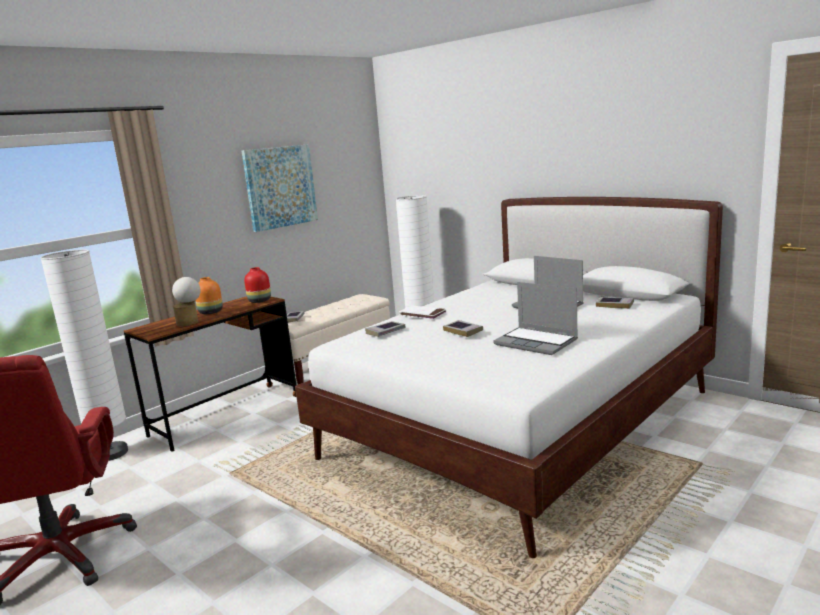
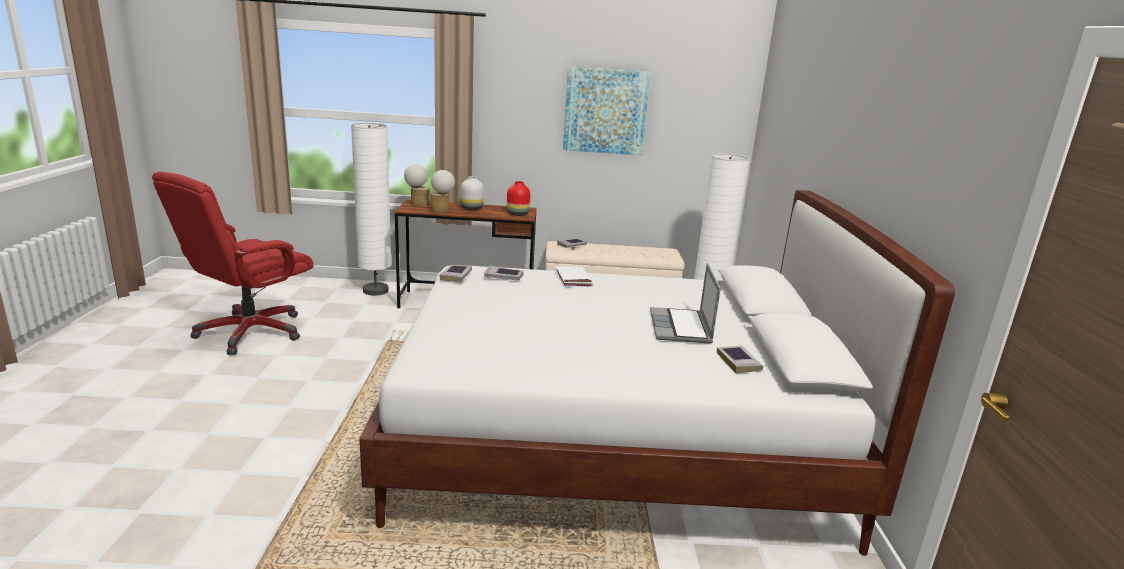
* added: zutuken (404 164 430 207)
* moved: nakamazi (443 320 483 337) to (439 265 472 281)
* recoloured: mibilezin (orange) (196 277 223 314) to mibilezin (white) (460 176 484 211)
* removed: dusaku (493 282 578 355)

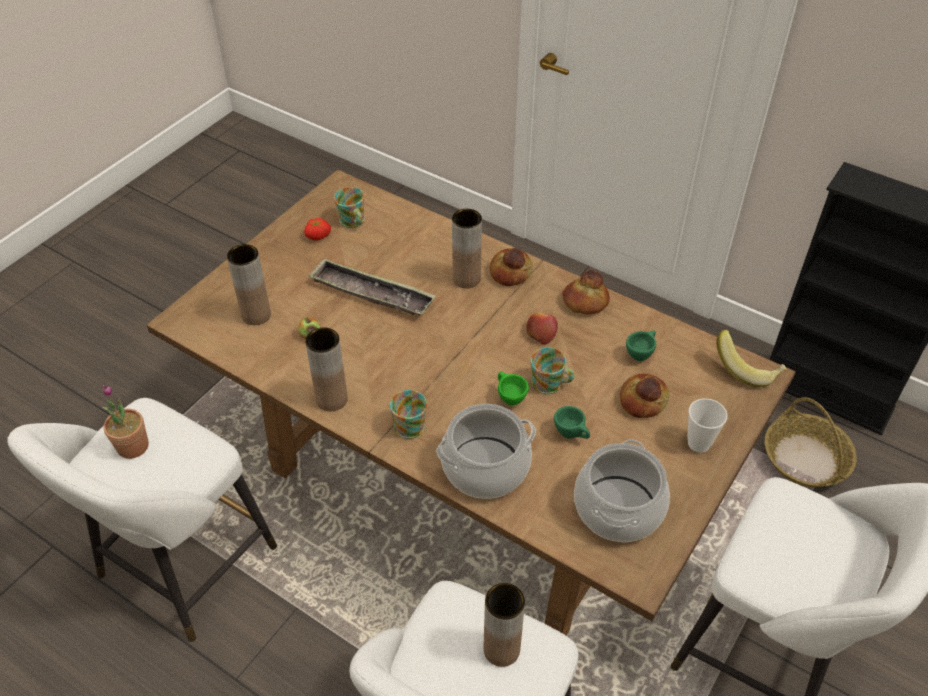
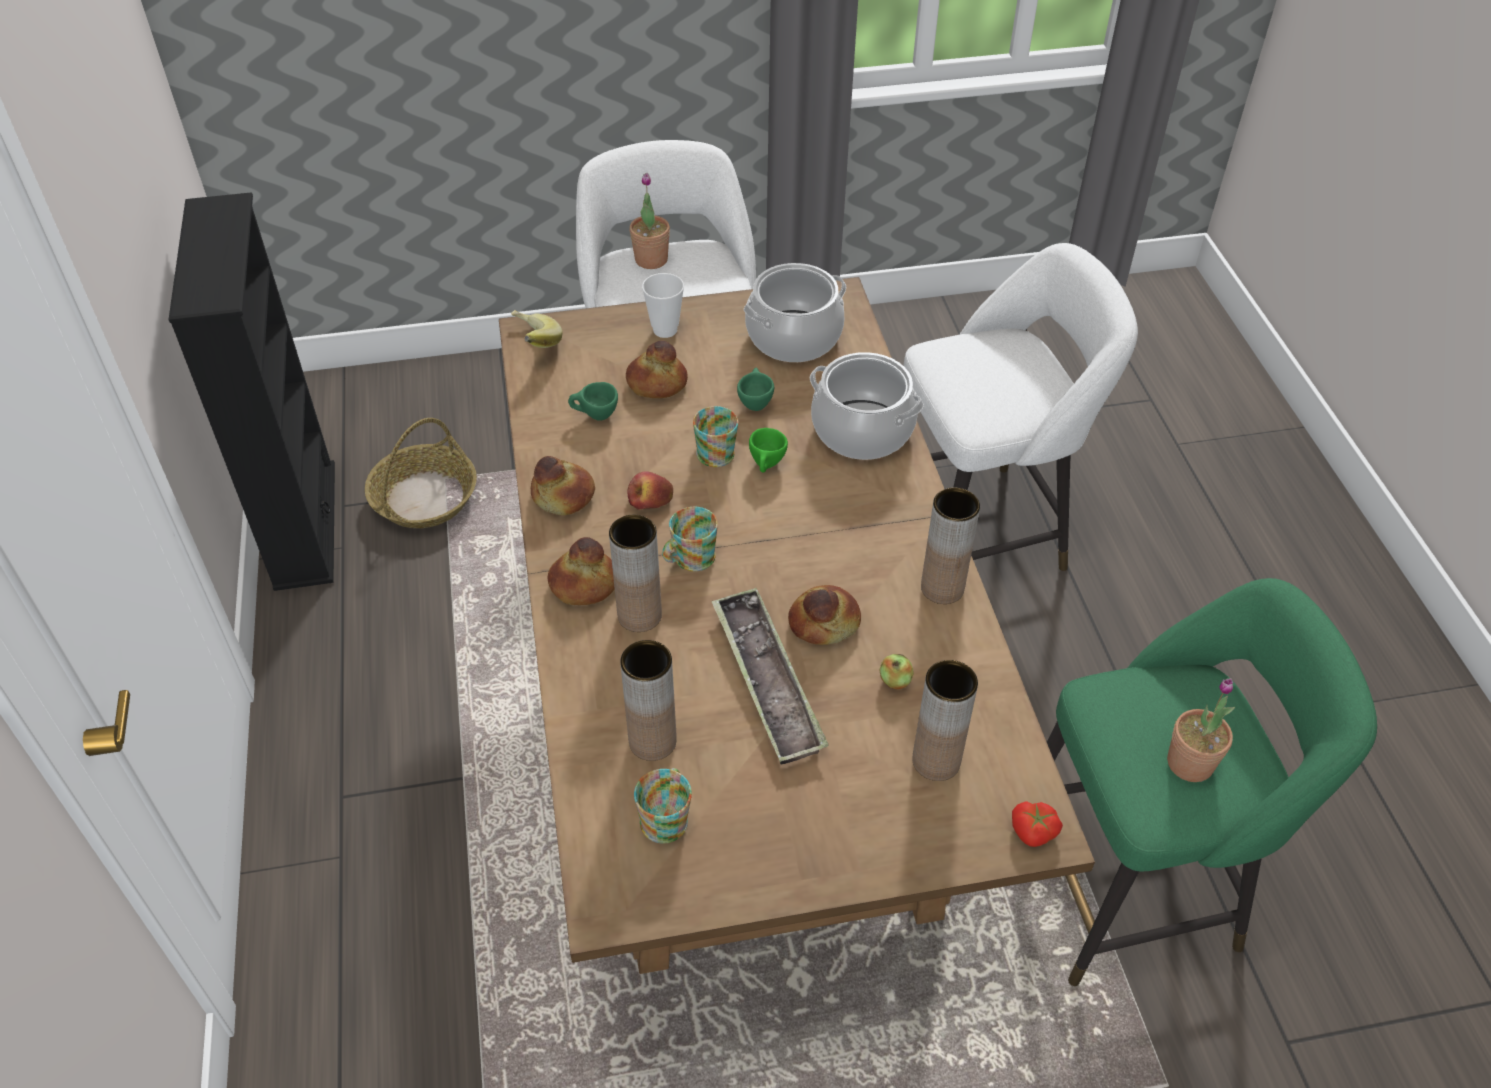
* moved: mibilezin (brown) (483 583 525 667) to (620 640 677 761)
* added: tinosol (629 173 670 269)
* moved: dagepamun (390 390 427 439) to (662 507 718 572)
* added: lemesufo (788 585 861 645)
* moved: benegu (304 218 331 241) to (1012 801 1063 847)
* recoloured: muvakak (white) (7 398 277 642) to muvakak (green) (1047 578 1377 986)

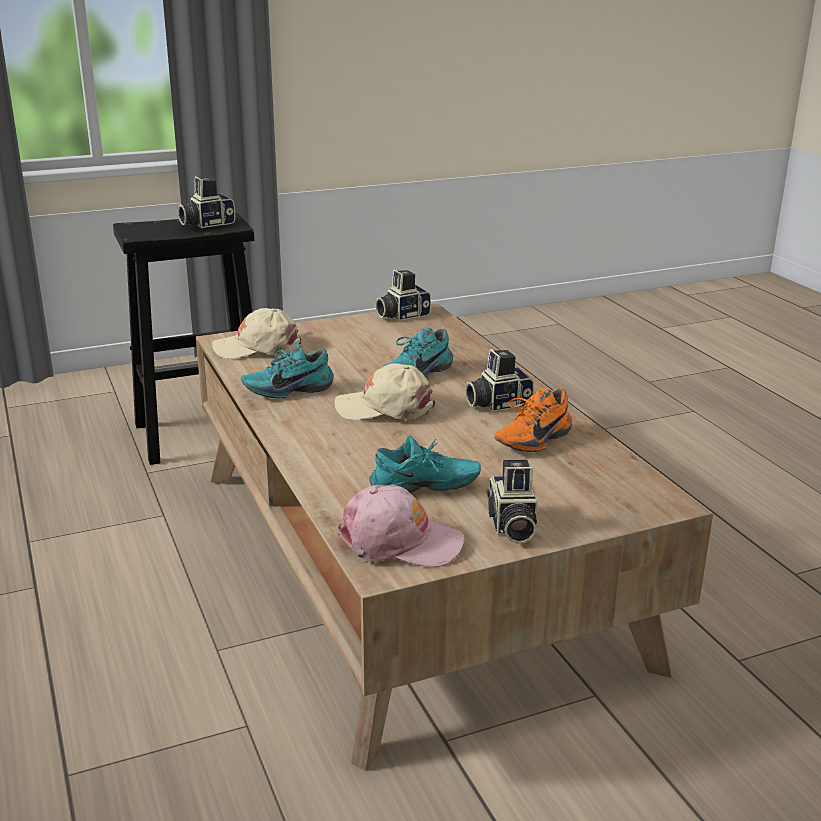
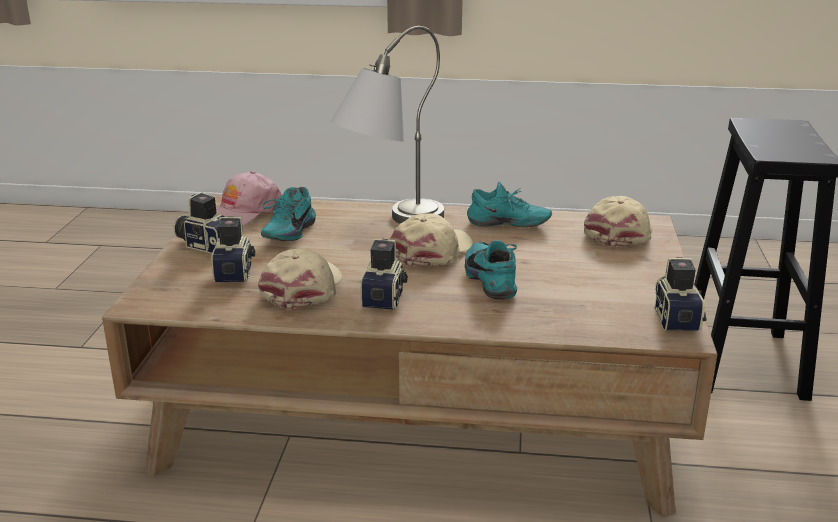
* moved: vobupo (178 176 235 228) to (211 216 255 283)
* replaced: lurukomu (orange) (495 388 572 452) to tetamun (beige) (258 248 342 309)
* added: zutuken (grey) (330 26 444 224)
* turned: lurukomu (turquoise) (241 344 334 399) = (467 182 552 227) 90 degrees clockwise

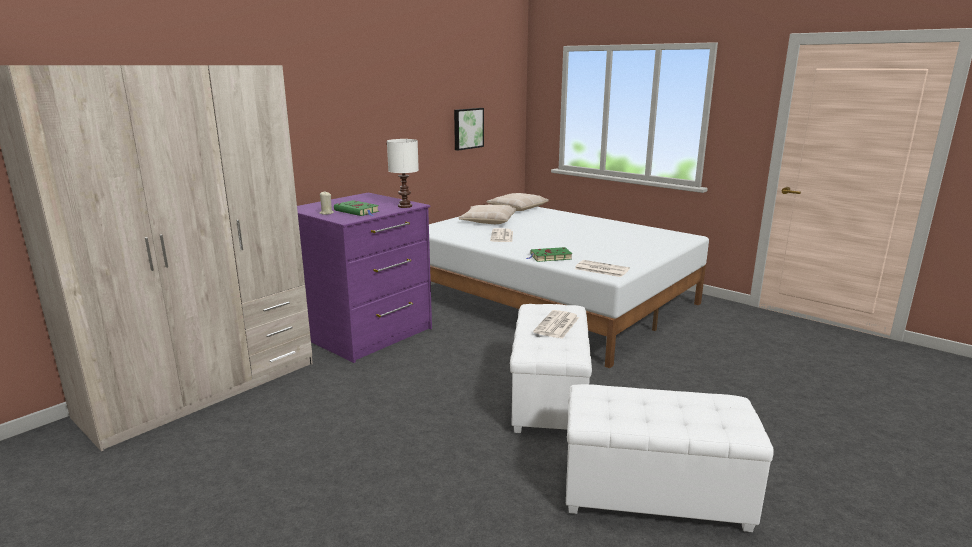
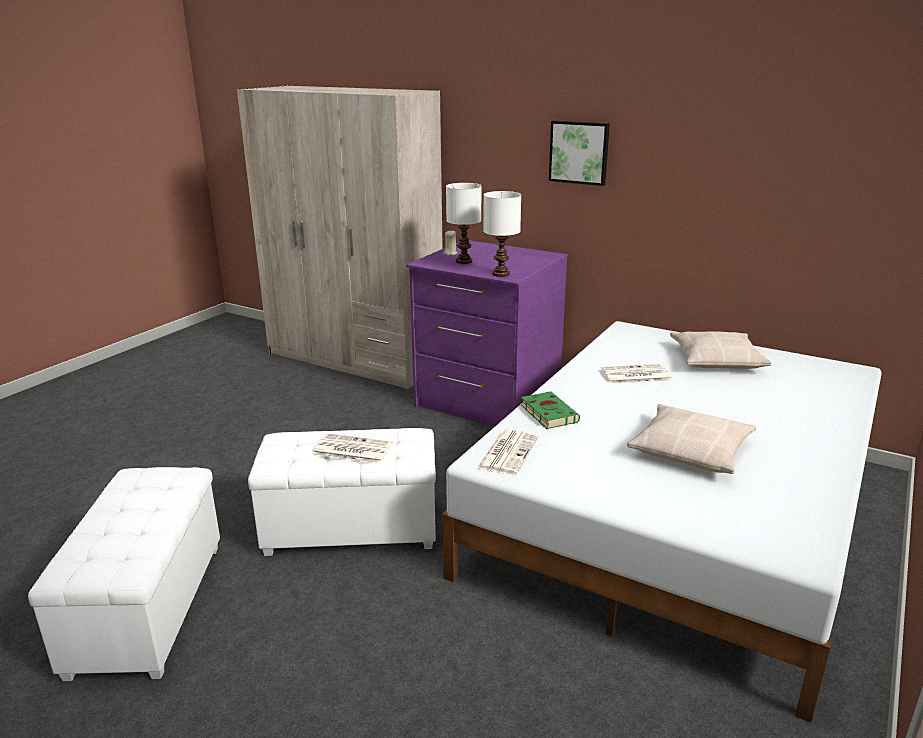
* replaced: nakamazi (green) (334 200 379 216) to zutuken (white) (446 183 481 264)
* moved: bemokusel (454 108 484 151) to (549 121 610 186)
* moved: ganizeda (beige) (487 193 549 211) to (627 404 756 474)

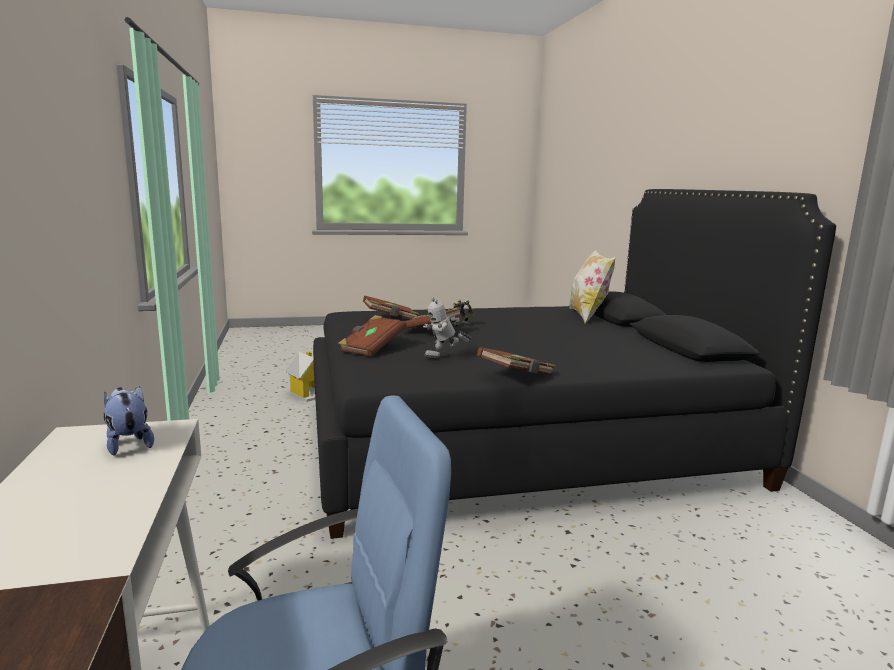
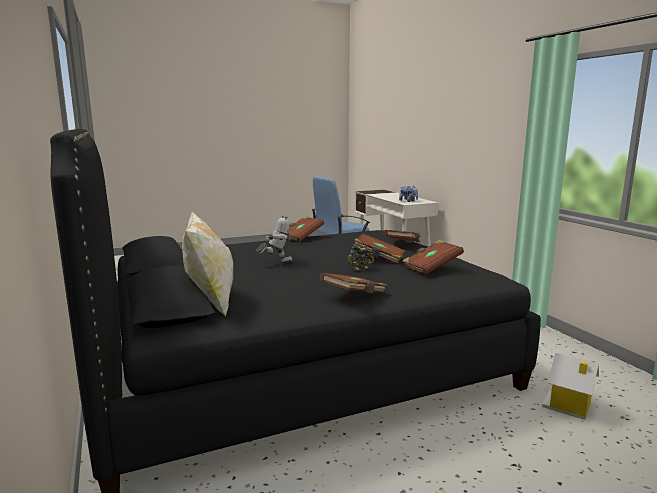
* moved: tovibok (423 298 471 359) to (256 215 293 264)
* added: nakamazi (brown) (319 273 388 294)

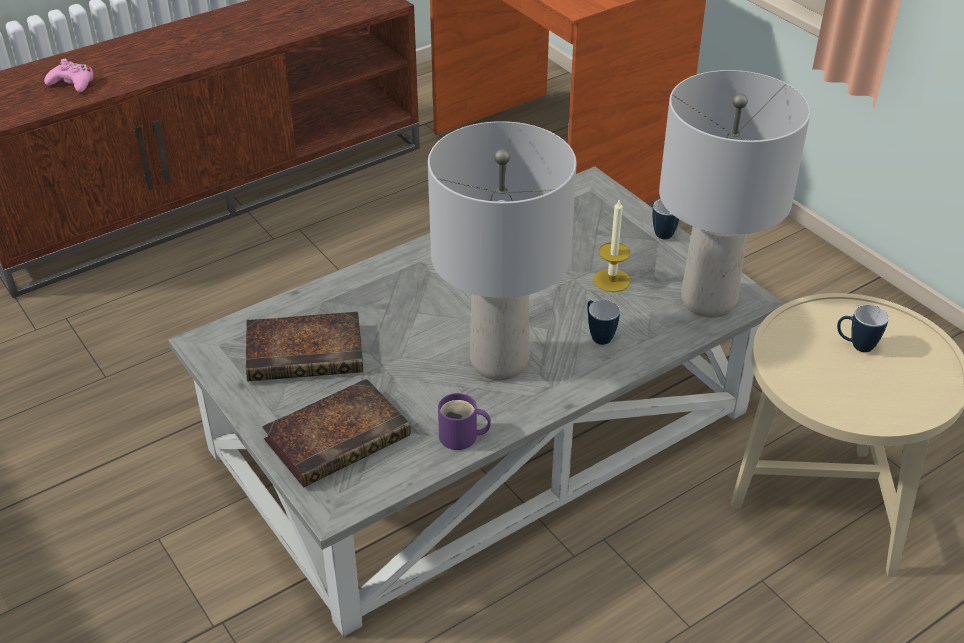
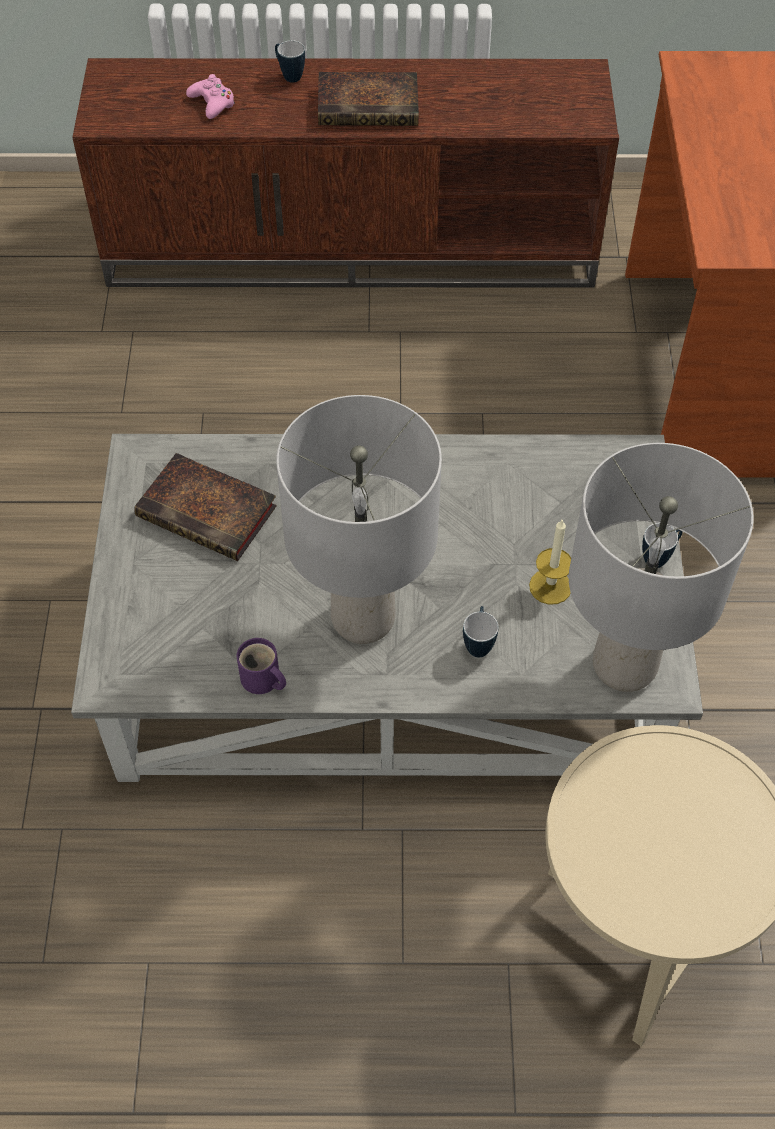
* moved: dagepamun (837 304 889 352) to (275 40 305 83)
* moved: nakamazi (262 379 411 487) to (318 72 419 126)

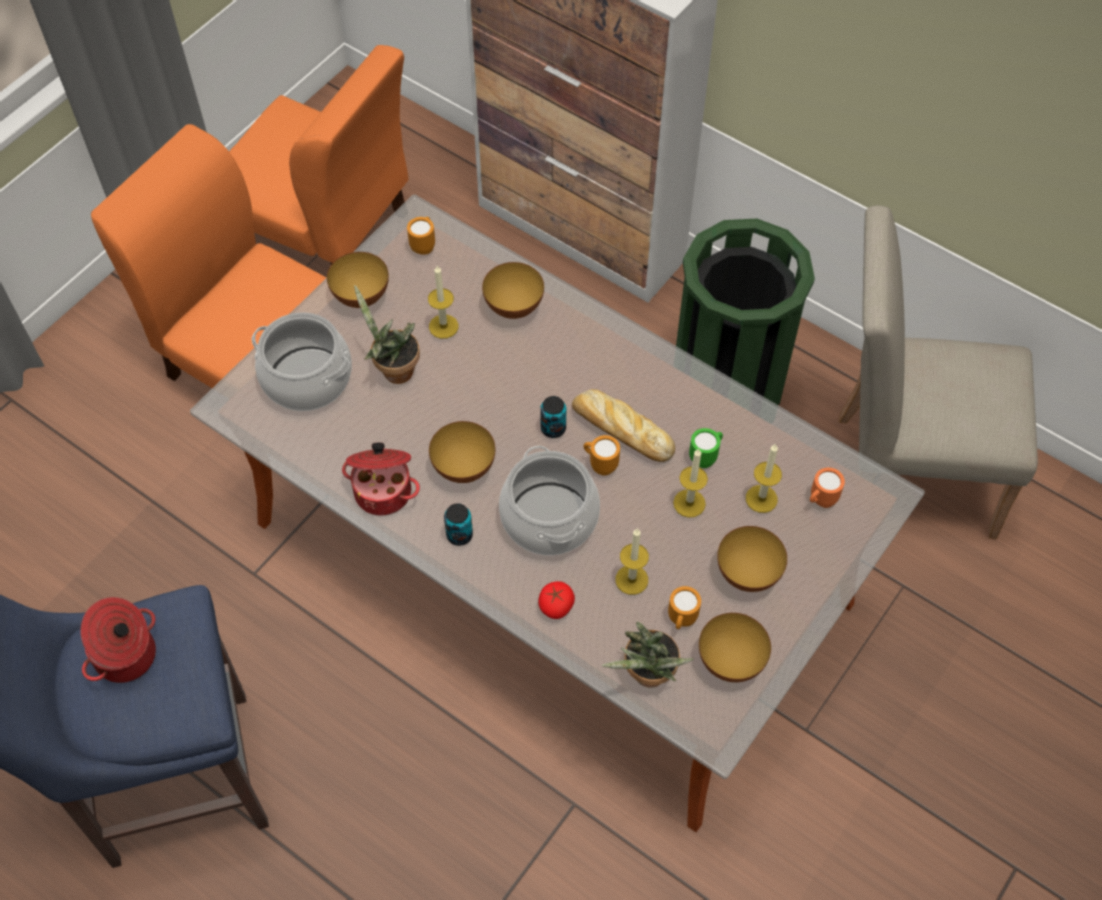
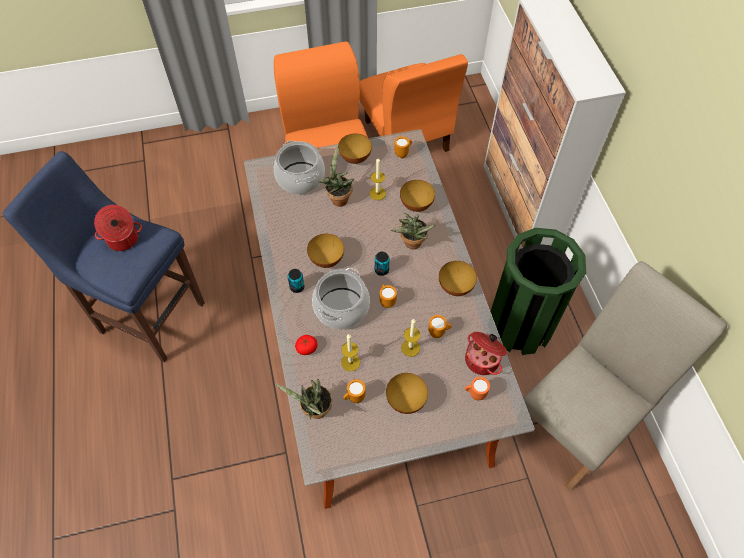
* added: tinosol (391 213 436 249)
* recoloured: dagepamun (green) (689 428 723 468) to dagepamun (orange) (428 315 452 338)
* moved: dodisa (699 613 771 682) to (439 261 477 296)
* moved: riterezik (342 442 420 515) to (465 332 507 375)
* turned: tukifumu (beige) (839 205 1038 539) = (513 261 727 490) 90 degrees clockwise
* removed: lemesufo (572 389 675 462)
* removed: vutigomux (746 444 782 513)

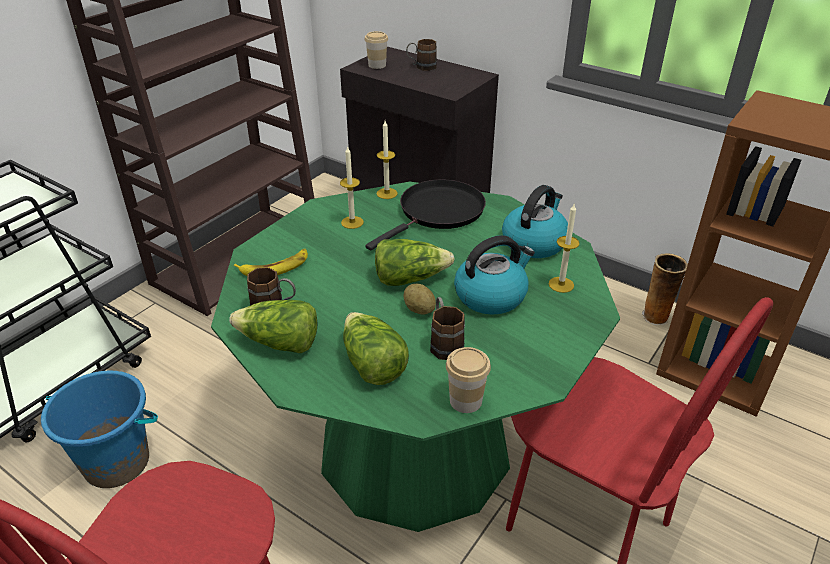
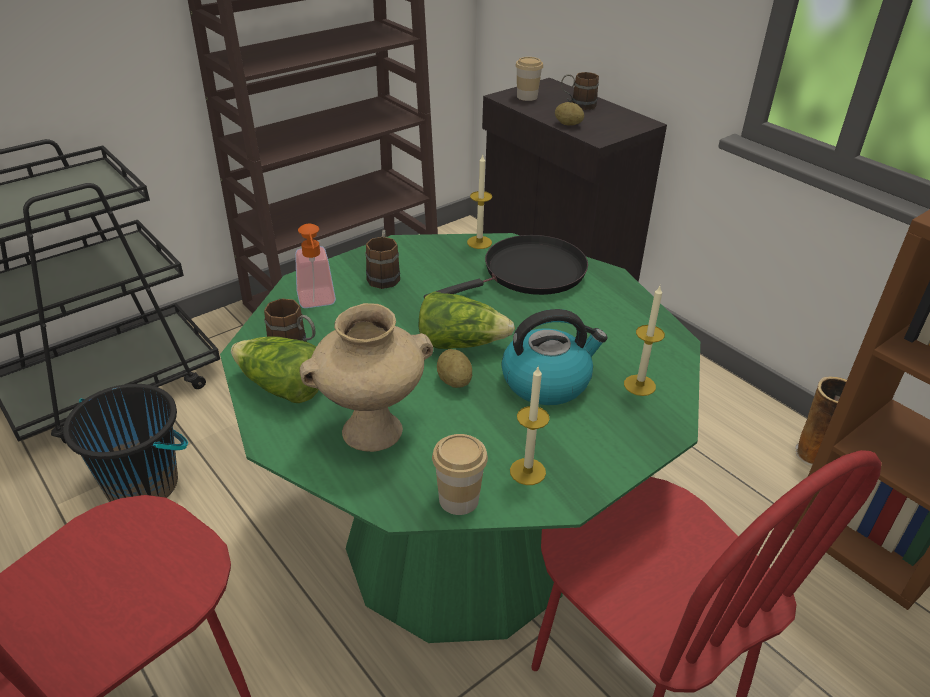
* recoloured: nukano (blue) (41 371 158 488) to nukano (black) (63 384 188 502)
* replaced: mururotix (234 249 308 276) to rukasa (295 224 336 308)
* replaced: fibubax (343 312 409 385) to mibilezin (beige) (300 303 433 452)
* moved: dagepamun (brown) (430 297 465 360) to (365 230 400 289)
* moved: vutigomux (340 146 364 229) to (510 365 550 485)
* added: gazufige (555 102 584 125)
* removed: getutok (502 185 568 258)

